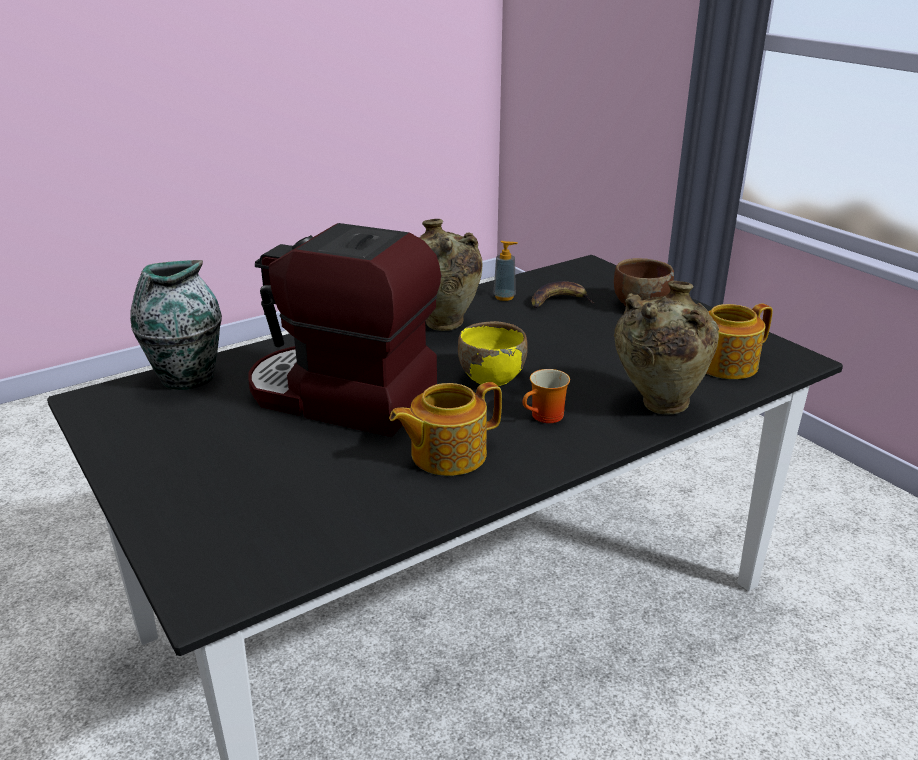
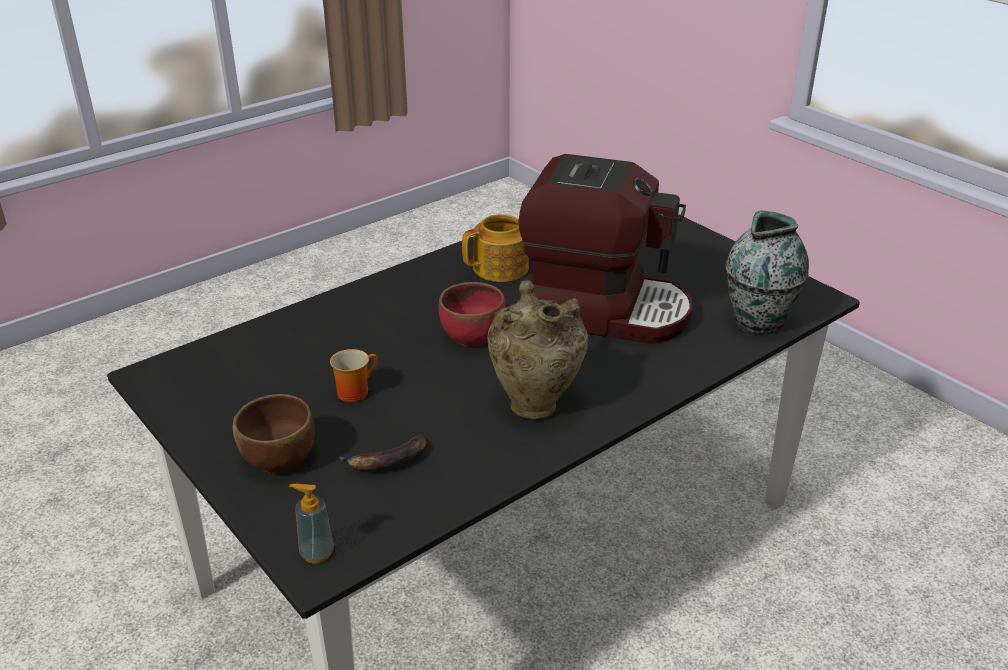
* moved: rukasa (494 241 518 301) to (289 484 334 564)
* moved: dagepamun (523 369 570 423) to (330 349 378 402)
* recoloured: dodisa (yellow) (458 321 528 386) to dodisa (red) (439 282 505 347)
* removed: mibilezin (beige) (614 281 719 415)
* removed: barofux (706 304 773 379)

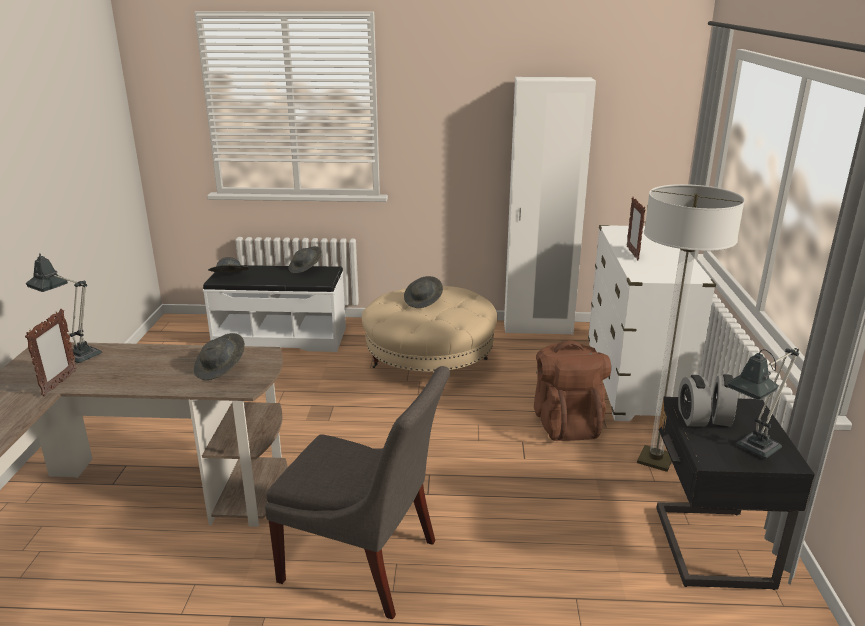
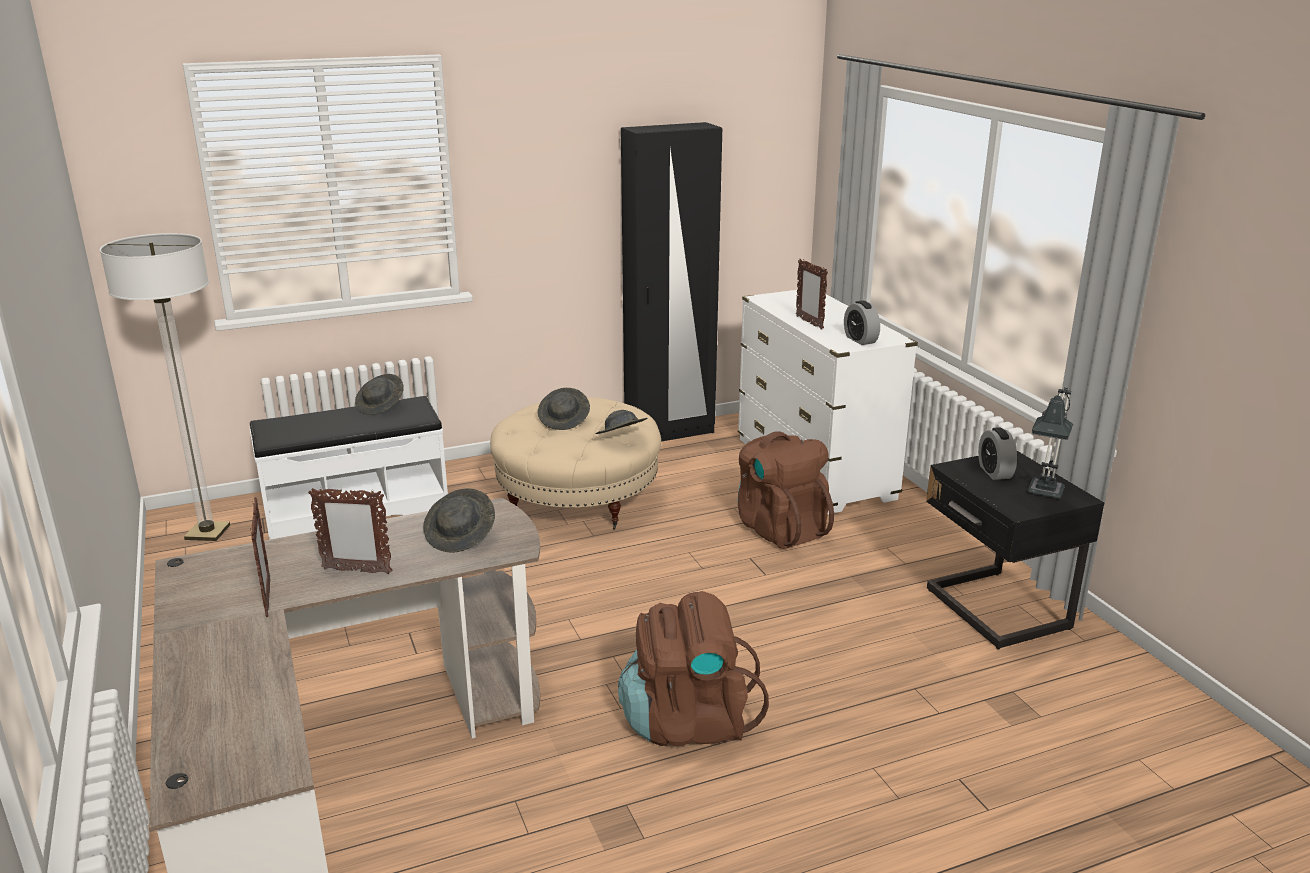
* moved: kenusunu (637 184 745 472) to (99 233 230 541)
* added: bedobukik (308 487 392 574)
* moved: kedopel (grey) (208 257 249 273) to (595 410 648 434)
* replaced: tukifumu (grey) (265 366 450 619) to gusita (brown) (618 591 769 746)
* recoloured: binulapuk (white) (504 77 596 335) to binulapuk (black) (621 122 722 442)
* moved: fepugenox (678 375 712 427) to (844 301 880 345)
* removed: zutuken (26 253 102 363)

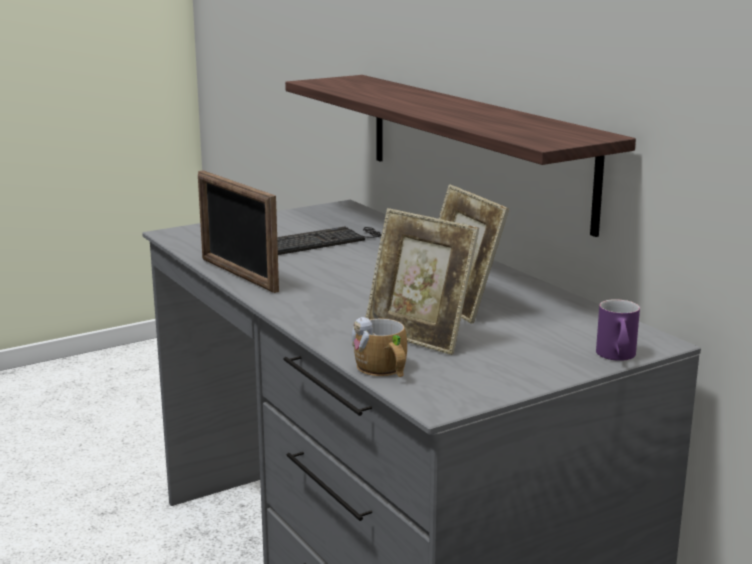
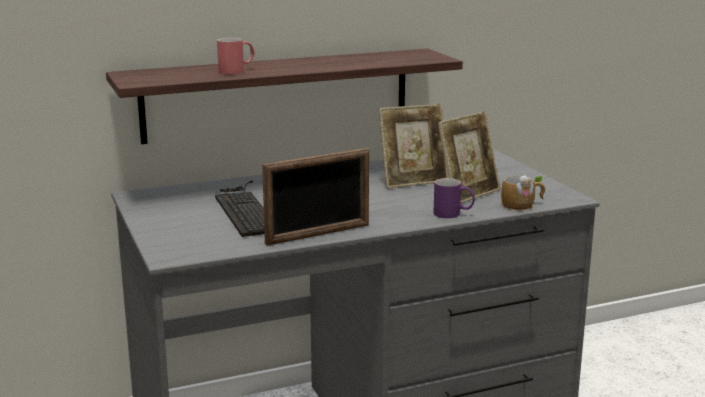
* added: dagepamun (red) (217 38 255 75)
* moved: dagepamun (purple) (596 299 640 361) to (434 178 475 218)

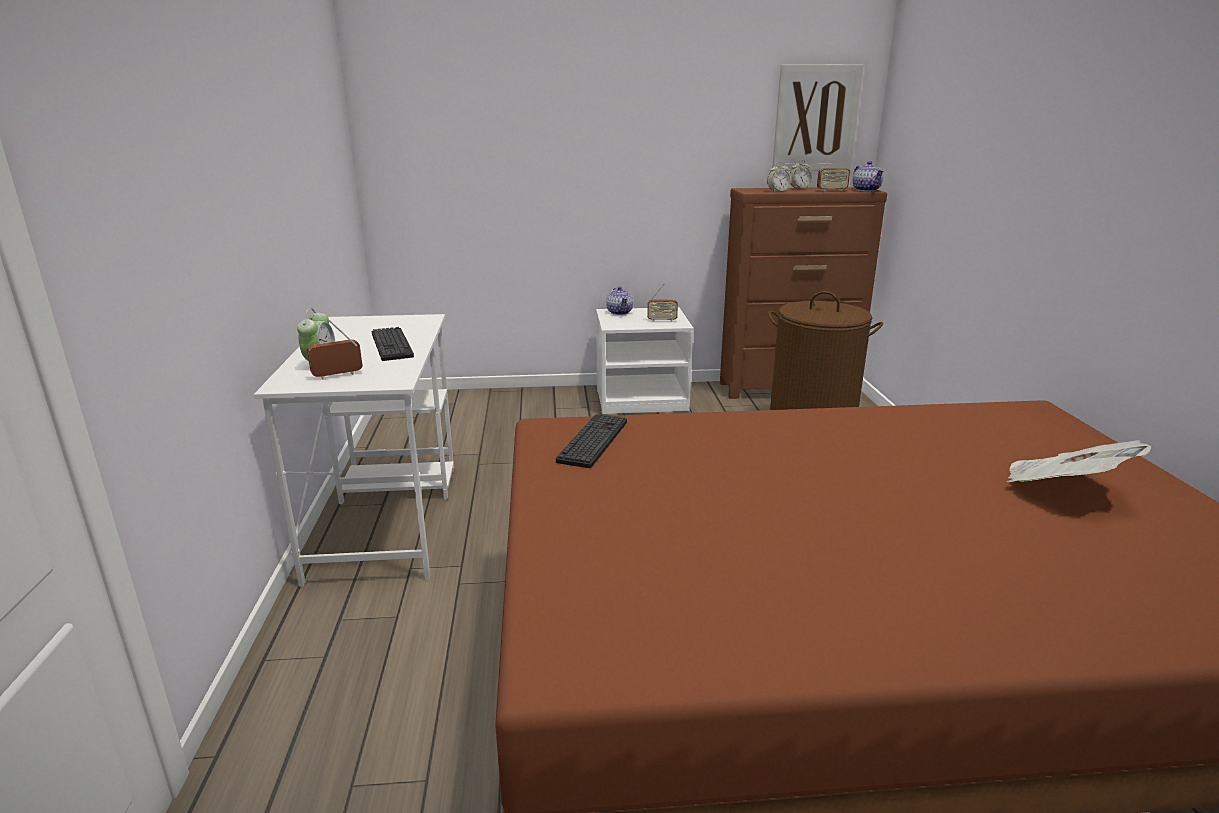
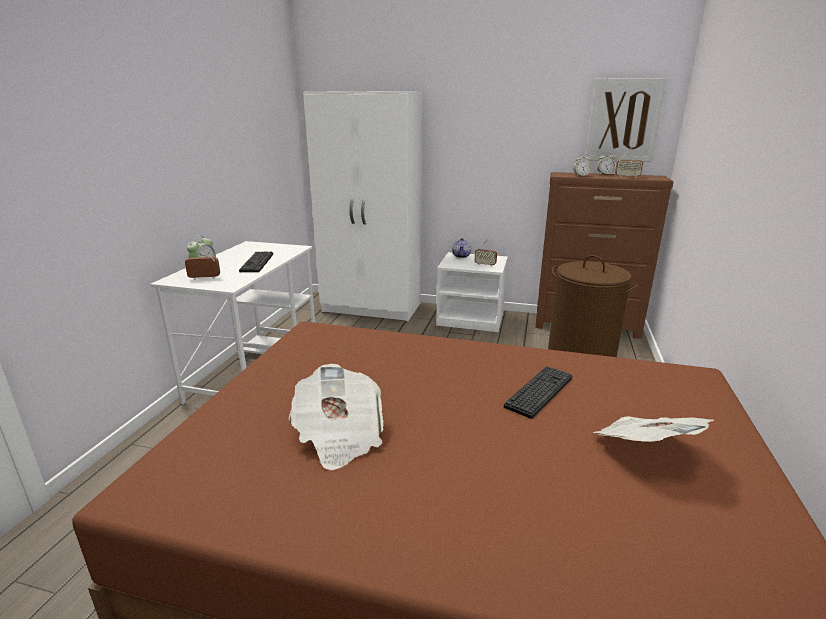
* added: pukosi (288 364 383 470)
* added: binulapuk (white) (303 91 422 321)
* moved: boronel (556 414 627 468) to (504 367 572 419)
* removed: barofux (853 161 884 192)

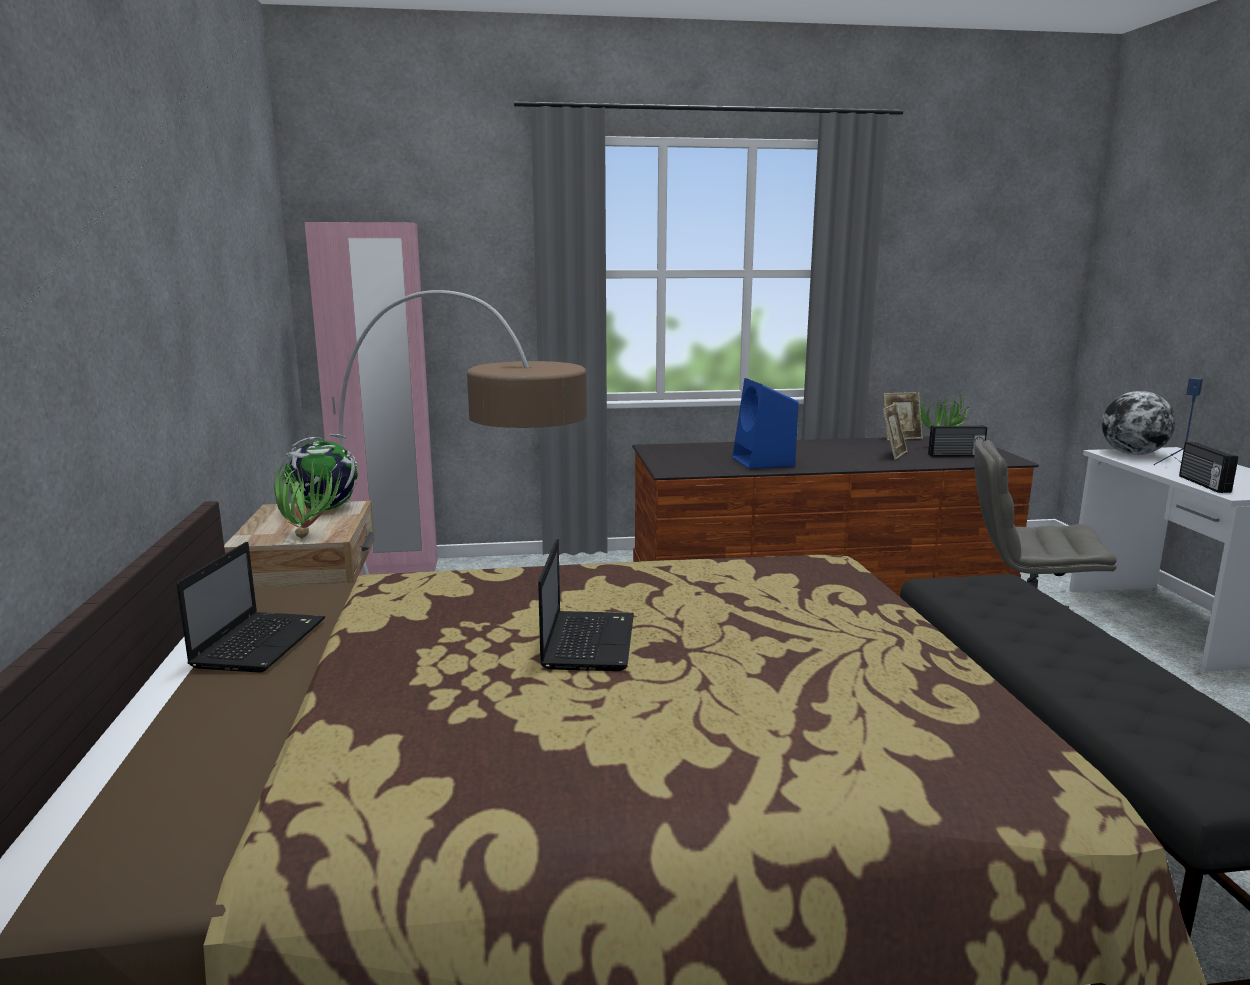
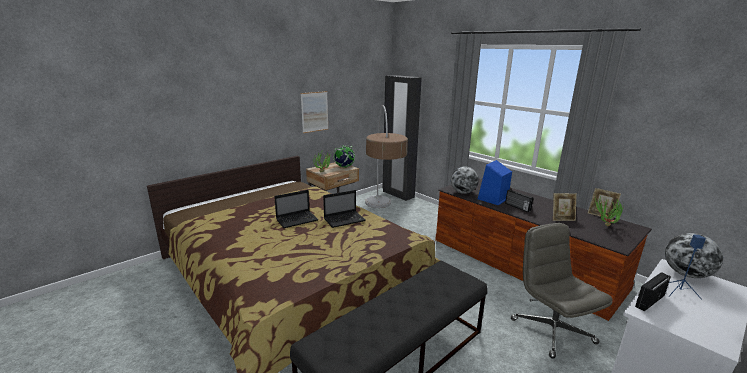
* added: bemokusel (301 91 328 133)
* moved: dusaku (177 542 325 673) to (323 190 366 228)
* recoloured: binulapuk (pink) (305 222 437 576) to binulapuk (black) (383 75 422 201)
* added: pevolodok (451 167 479 194)
* moved: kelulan (928 425 987 457) to (505 189 533 212)

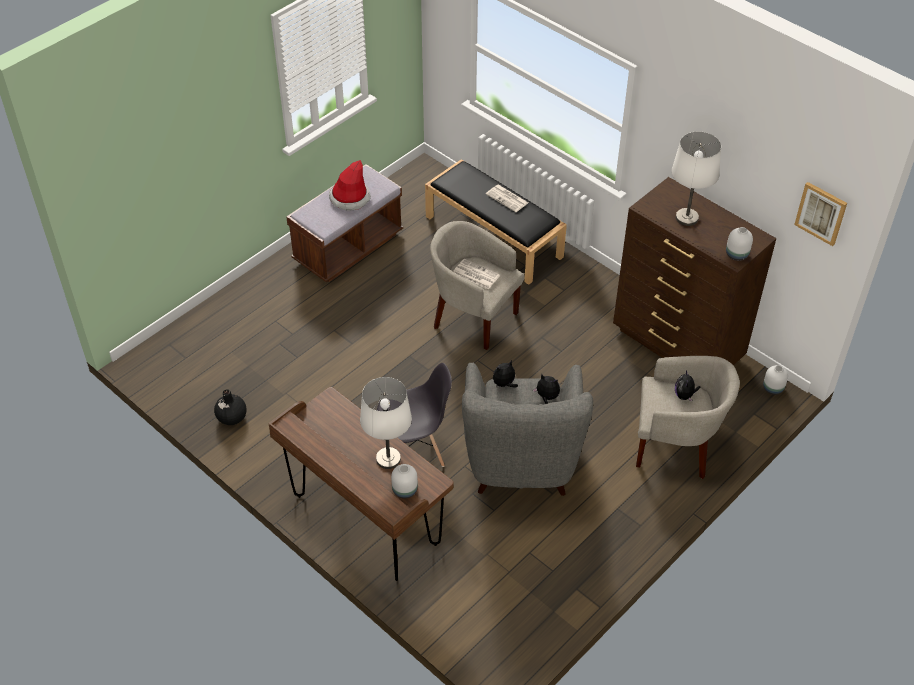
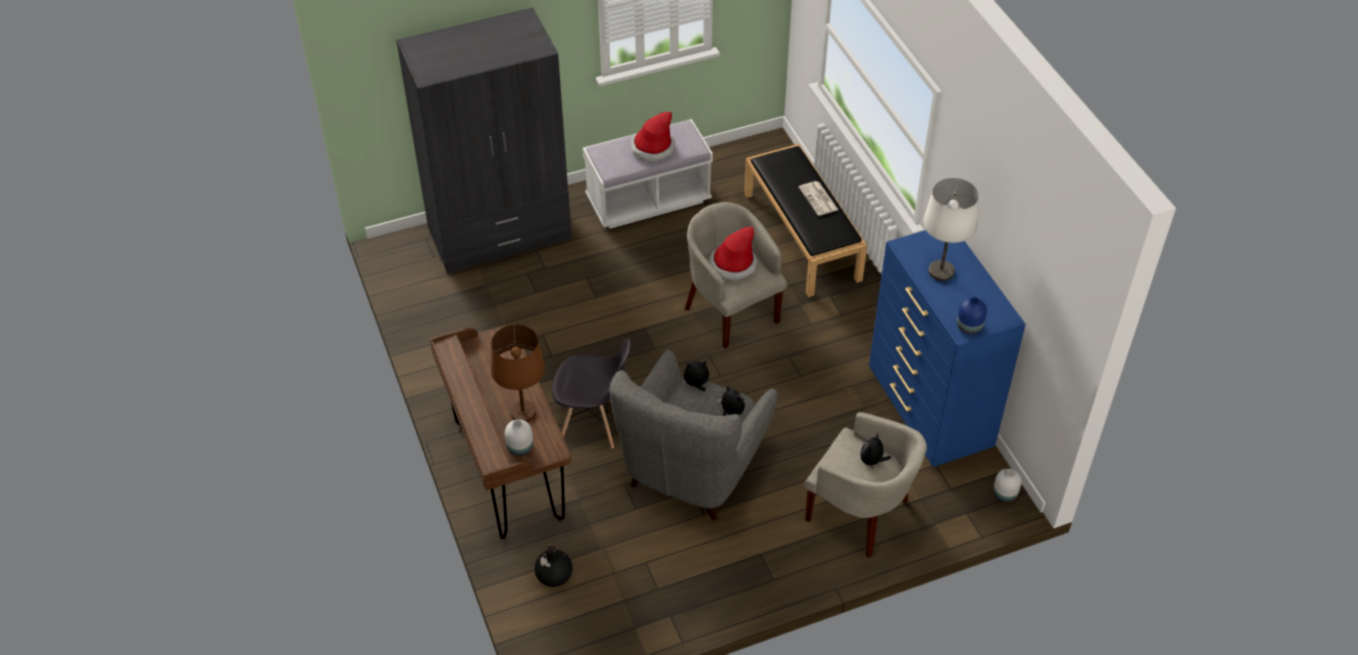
* added: binulapuk (grey) (396 7 572 274)
* recoloured: zutuken (white) (360 377 412 469) to zutuken (brown) (491 324 545 422)
* moved: mibilezin (black) (214 389 247 425) to (534 546 573 587)
* recoloured: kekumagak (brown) (286 164 403 282) to kekumagak (white) (583 119 713 229)
* replaced: pukosi (454 259 500 289) to kedopel (710 227 757 281)
* recoloured: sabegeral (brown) (613 177 776 365) to sabegeral (blue) (869 230 1026 467)
* recoloured: mibilezin (white) (726 227 753 261) to mibilezin (blue) (957 297 987 335)
* removed: bemokusel (794 182 847 246)

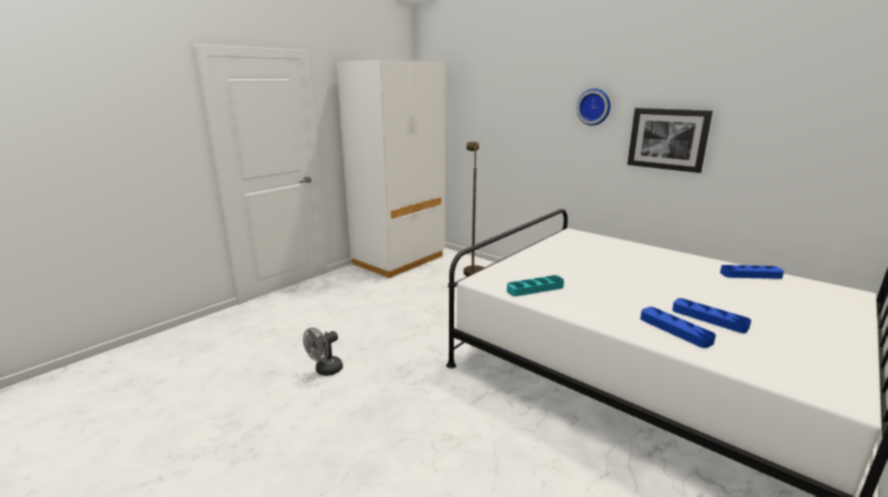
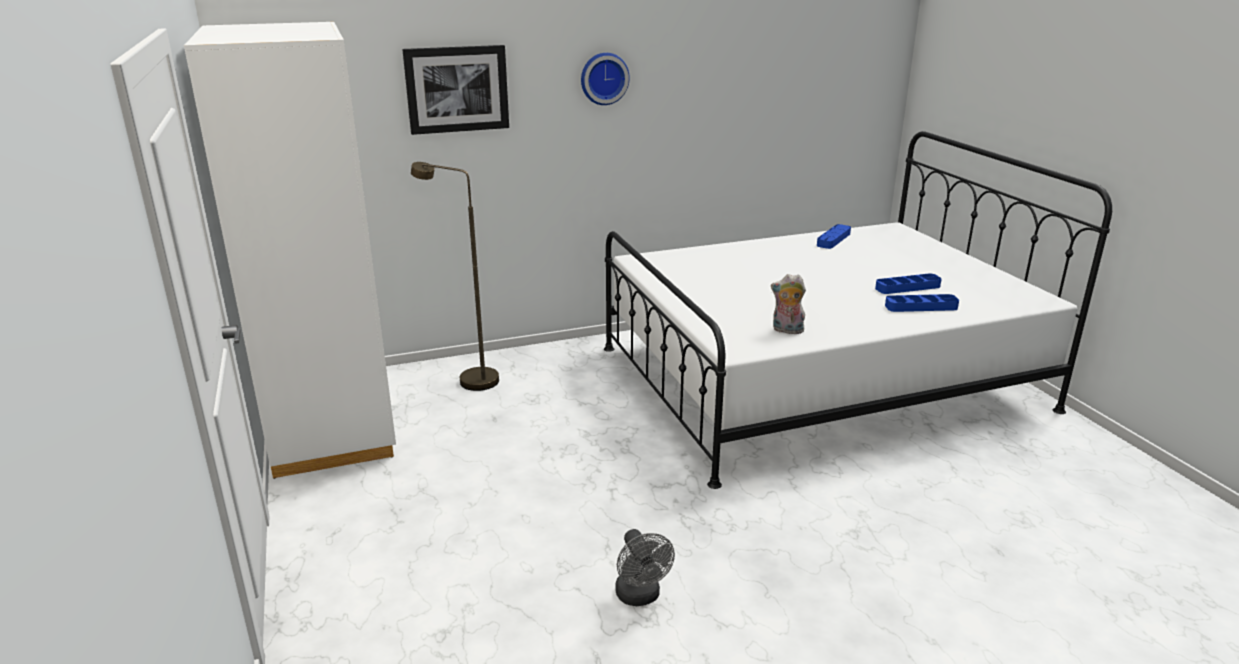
* moved: bemokusel (627 108 713 173) to (402 45 509 135)
* replaced: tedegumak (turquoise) (507 275 564 296) to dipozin (771 274 806 334)

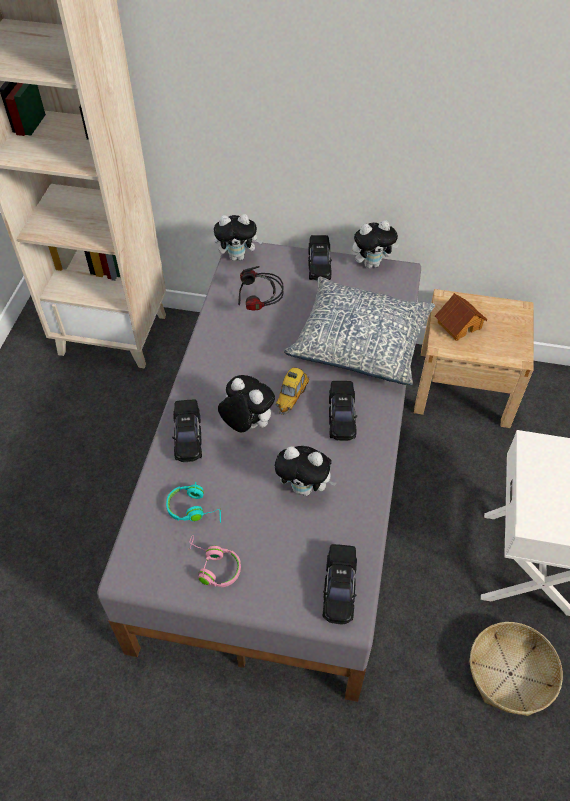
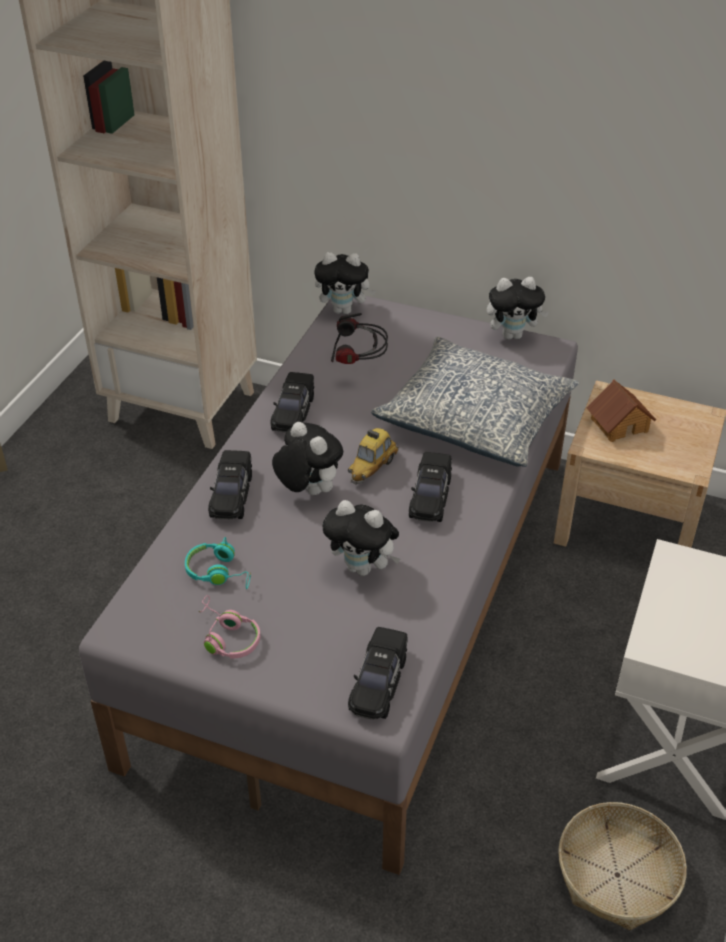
* moved: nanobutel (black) (308 235 332 280) to (270 372 314 433)

